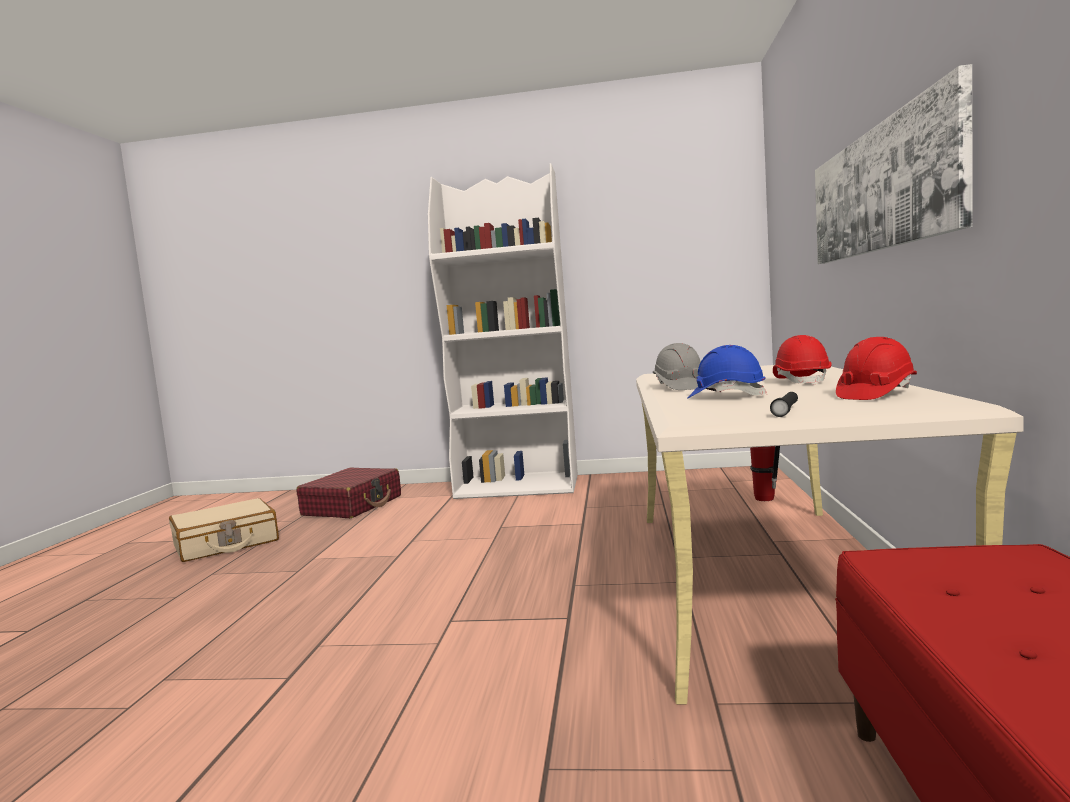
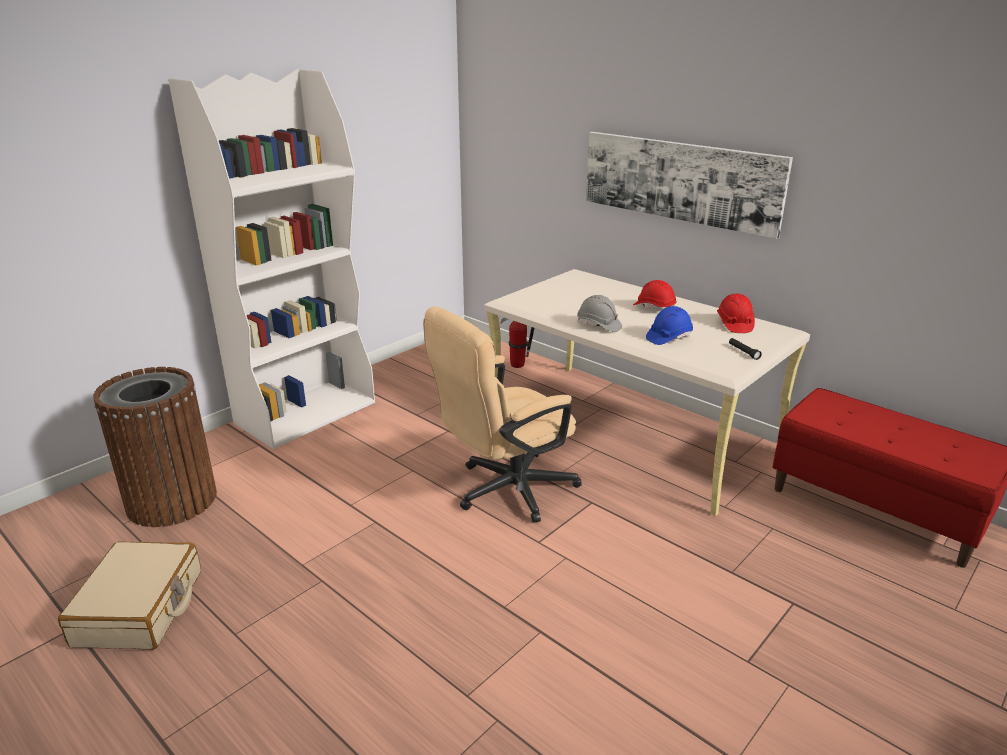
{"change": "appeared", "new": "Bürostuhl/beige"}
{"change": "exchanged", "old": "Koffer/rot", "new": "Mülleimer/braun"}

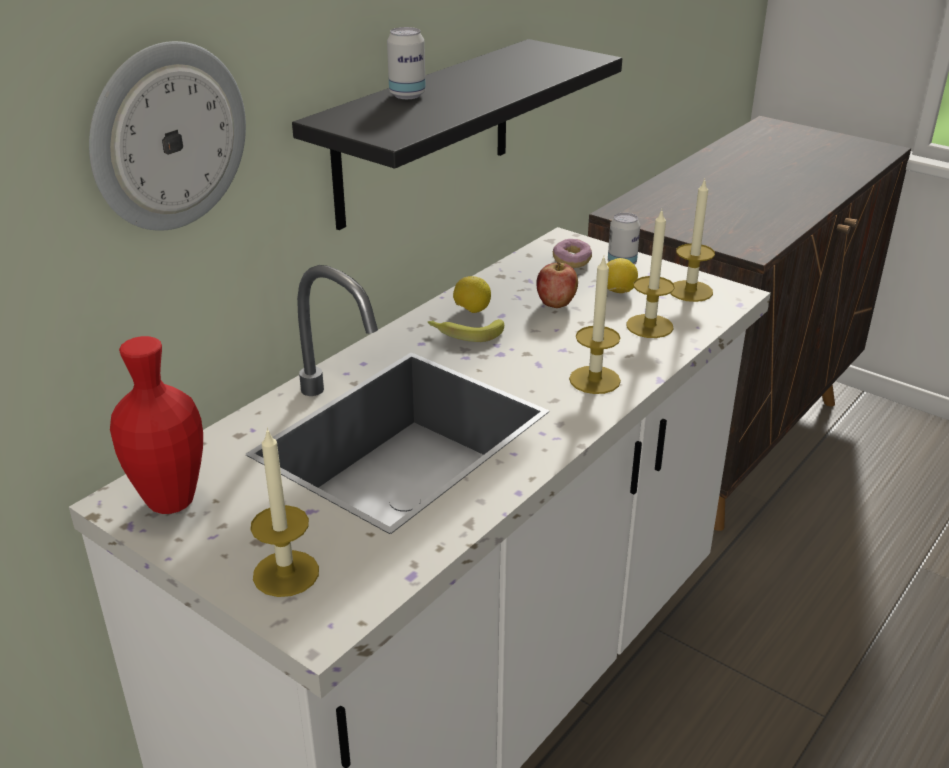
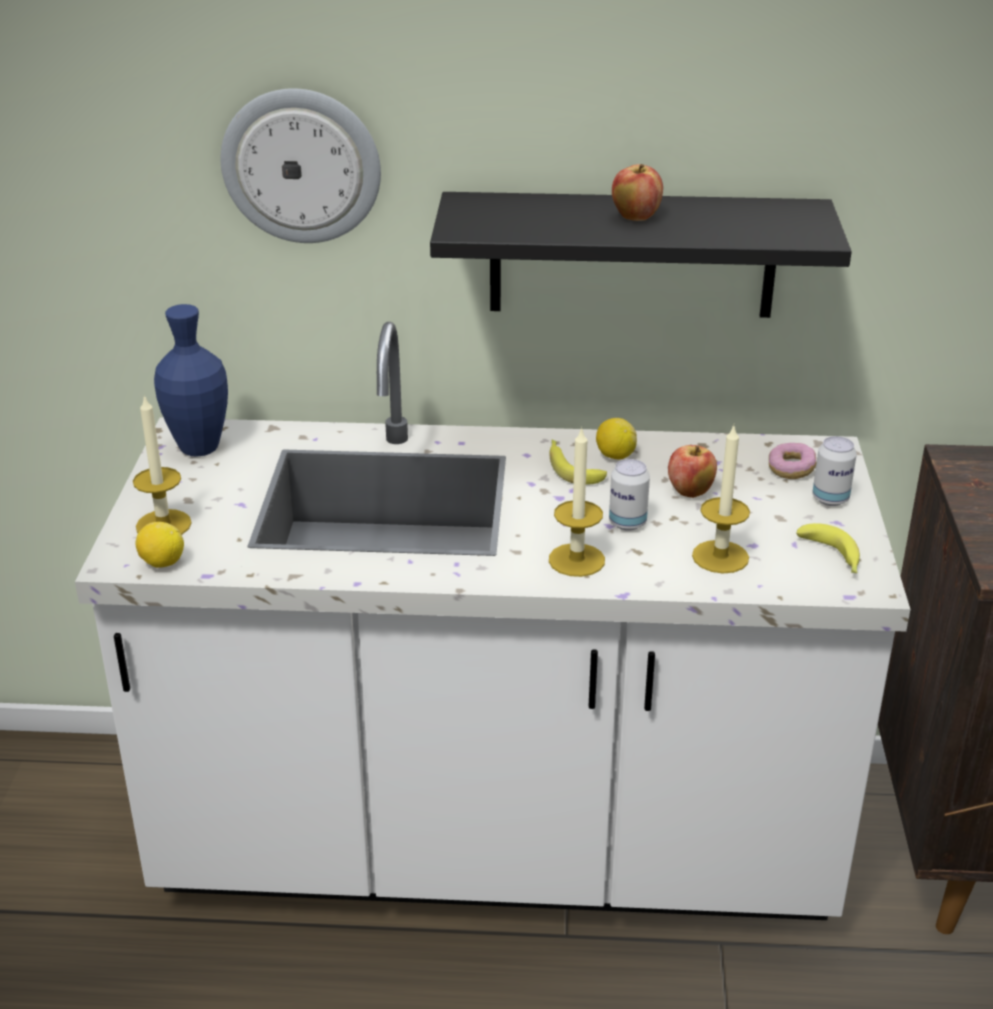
{"change": "appeared", "new": "Apfel (no. 1 from left)"}
{"change": "relocated", "old": "Dose (no. 1 from left)"}
{"change": "relocated", "old": "Zitrone (no. 2 from left in the first image)", "new": "Zitrone (no. 1 from left)"}
{"change": "exchanged", "old": "Kerze (no. 4 from left)", "new": "Banane (no. 2 from left)"}
{"change": "colour", "old": "Vase/rot", "new": "Vase/blau"}

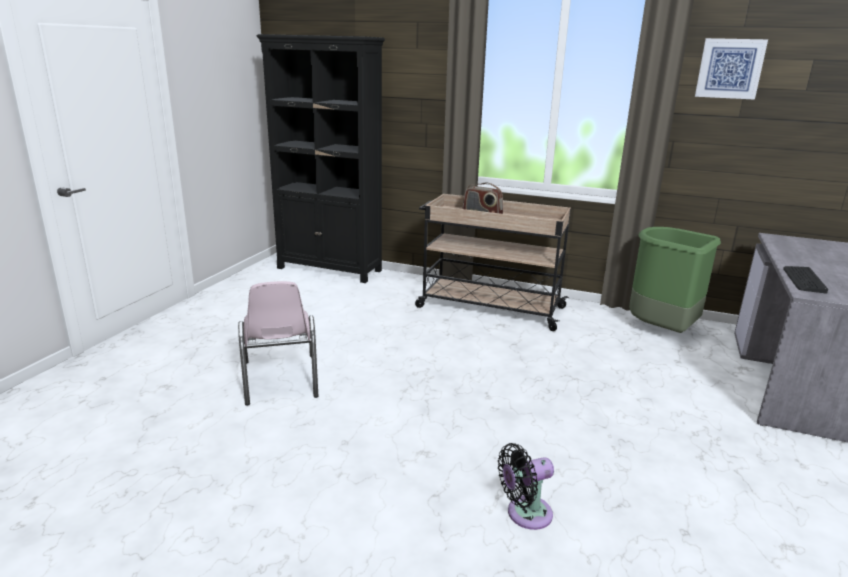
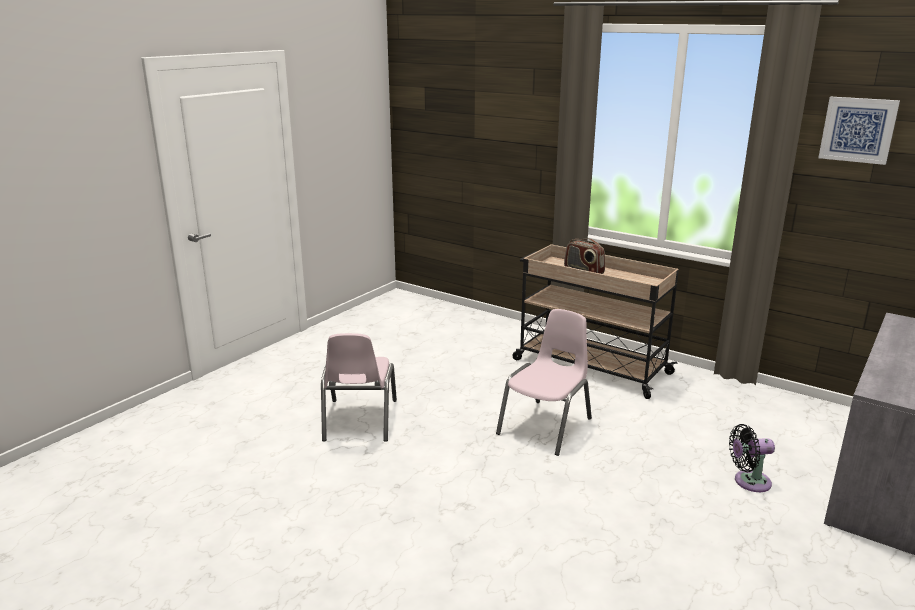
{"change": "missing", "old": "Bücherregal/schwarz"}
{"change": "missing", "old": "Mülleimer/grün"}
{"change": "missing", "old": "Tastatur"}
{"change": "appeared", "new": "Stuhl/rosa (no. 2 from left)"}
{"change": "relocated", "old": "Ventilator/schwarz"}

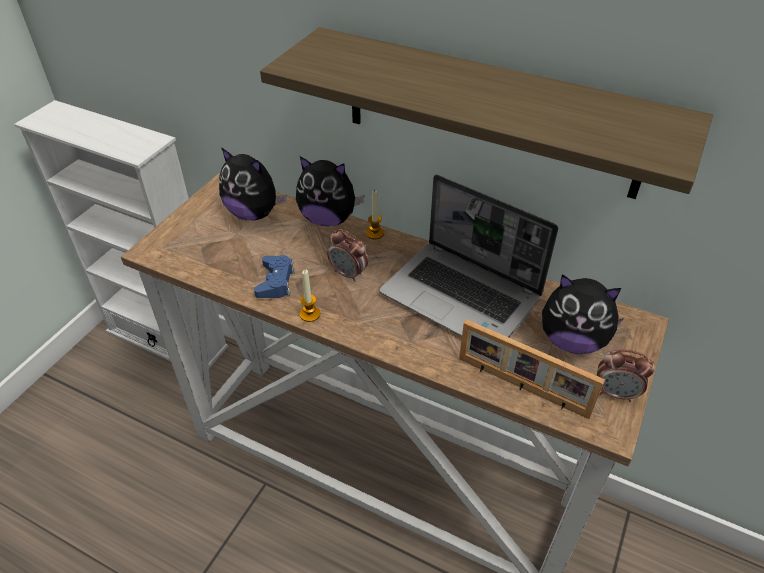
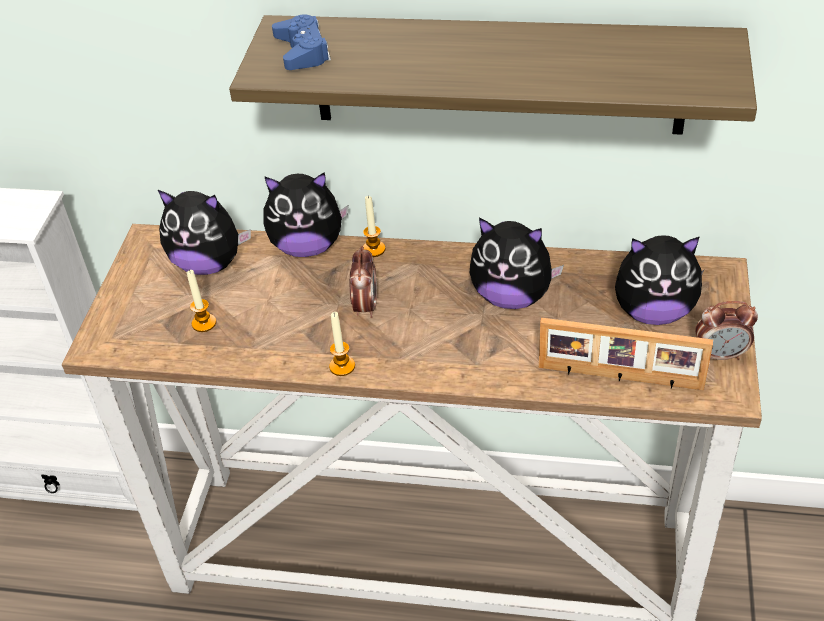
{"change": "appeared", "new": "Kerze (no. 1 from left)"}
{"change": "relocated", "old": "Gamepad/blau"}
{"change": "exchanged", "old": "Laptop", "new": "Plüschtier (no. 3 from left)"}
{"change": "spun", "old": "Wecker (no. 1 from left)", "degrees": -105}

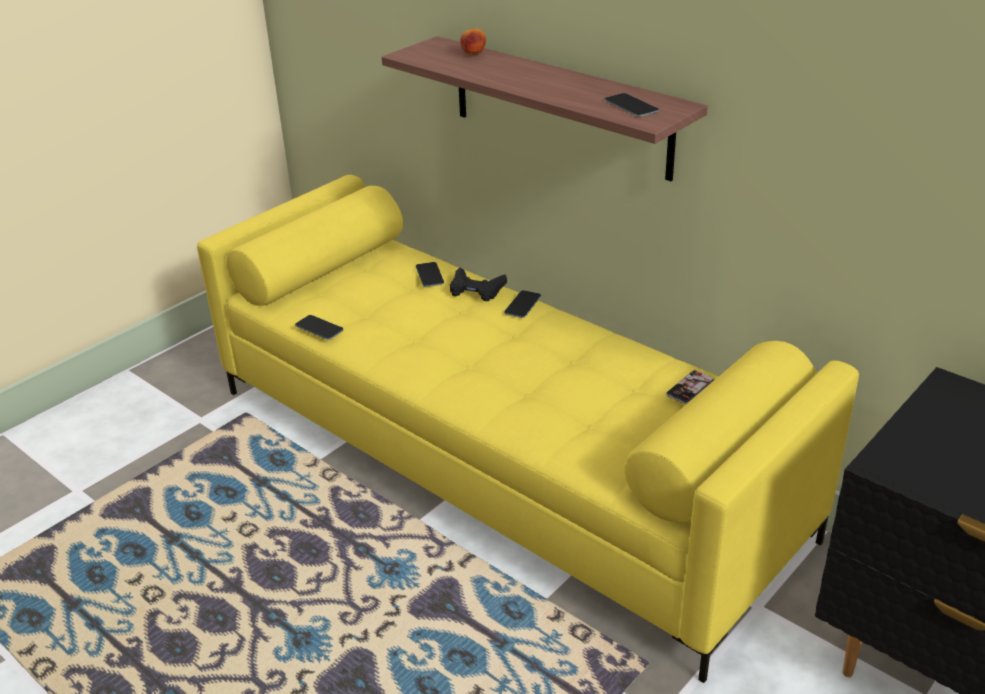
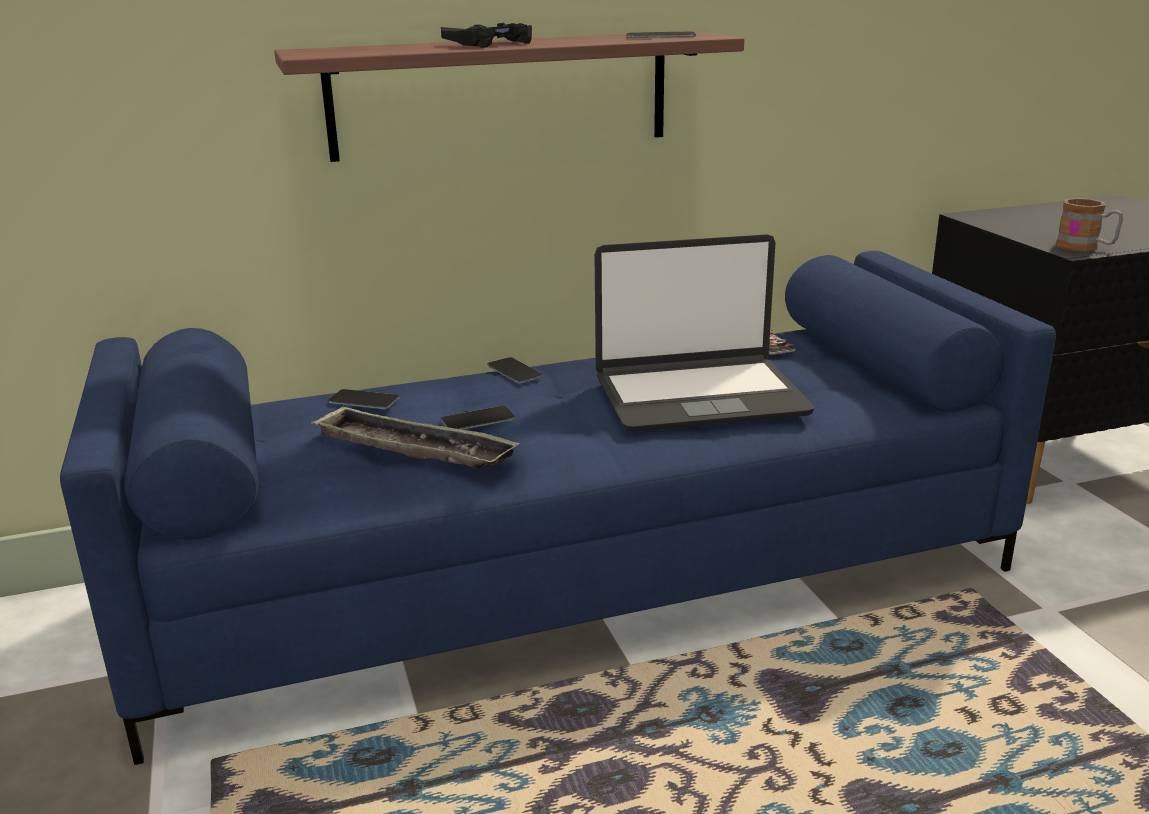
{"change": "missing", "old": "Apfel"}
{"change": "appeared", "new": "Tablett"}
{"change": "appeared", "new": "Laptop"}
{"change": "appeared", "new": "Henkelbecher"}
{"change": "relocated", "old": "Handy (no. 1 from left in the first image)", "new": "Handy (no. 2 from left)"}
{"change": "relocated", "old": "Gamepad/schwarz"}
{"change": "colour", "old": "Sofa/gelb", "new": "Sofa/blau"}

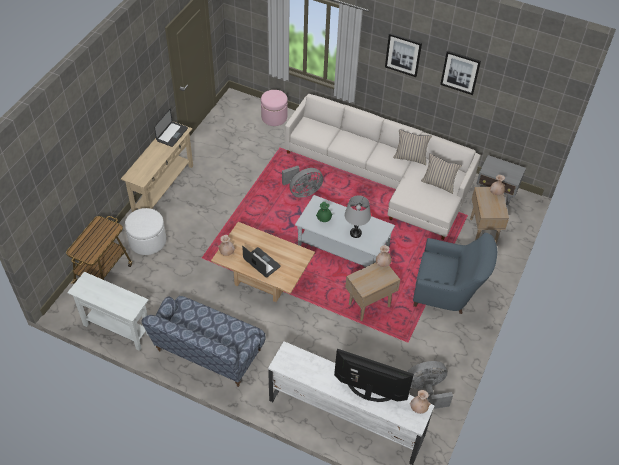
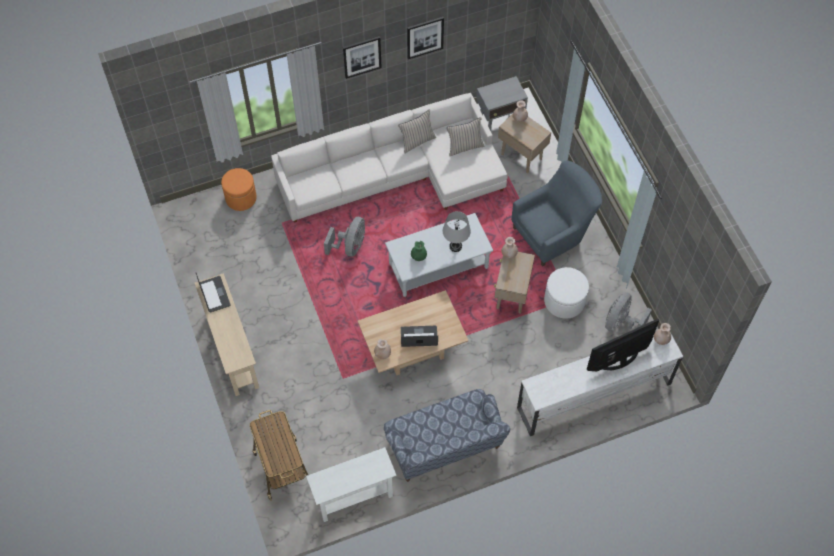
{"change": "relocated", "old": "Polsterhocker/weiß"}
{"change": "colour", "old": "Polsterhocker/rosa", "new": "Polsterhocker/orange"}

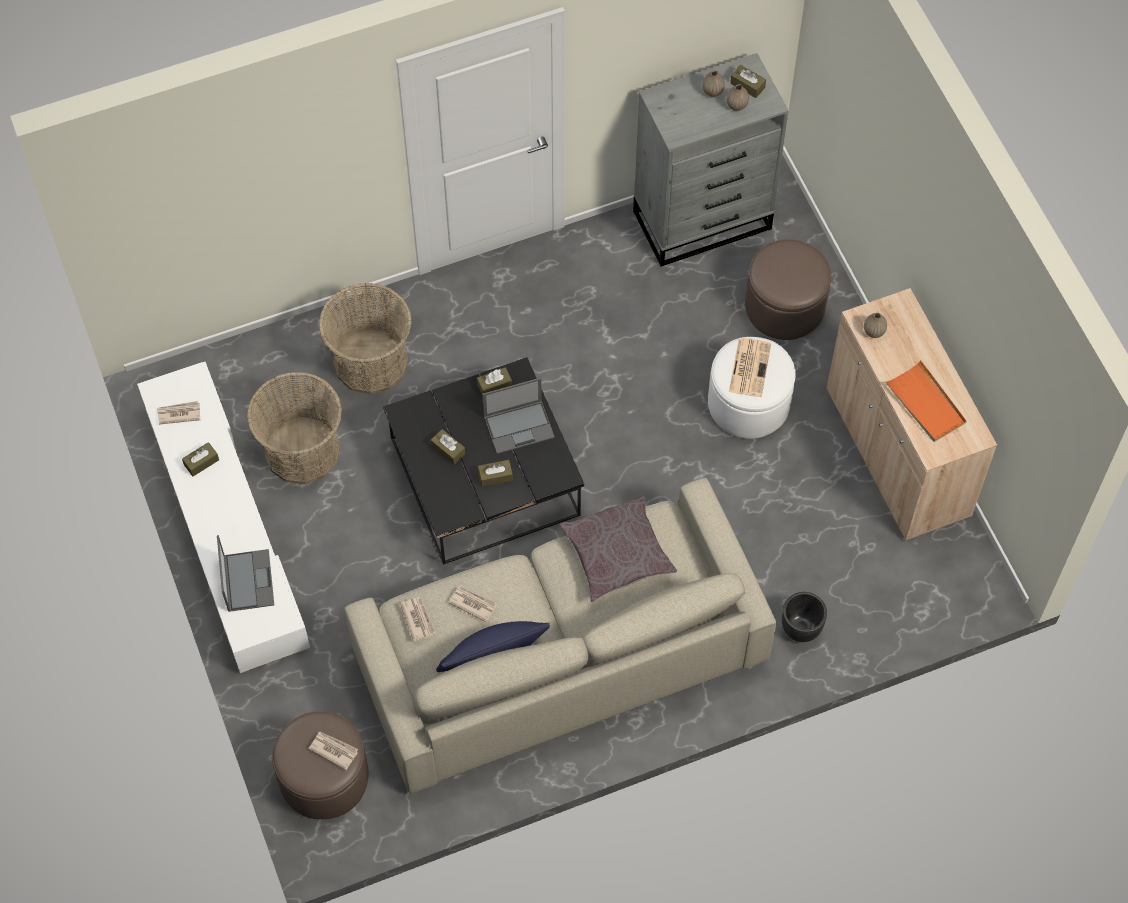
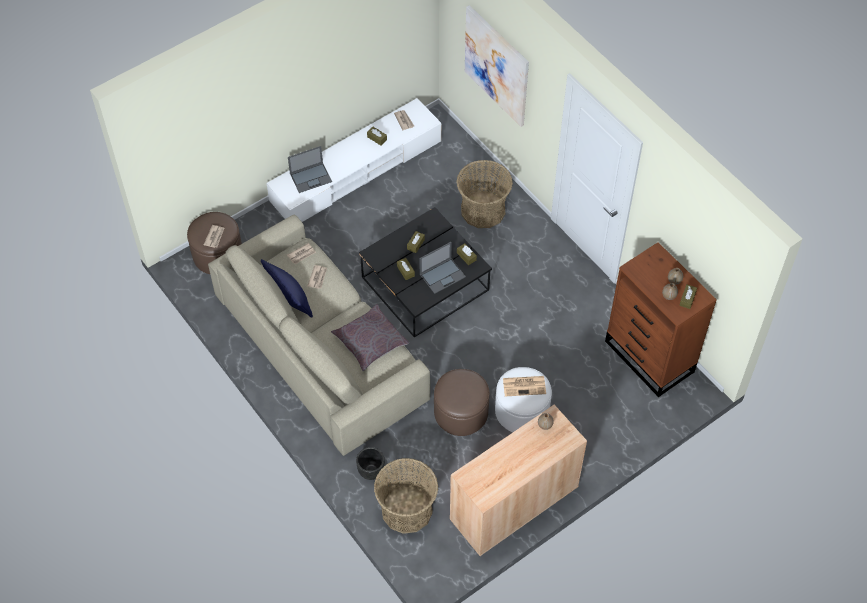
{"change": "missing", "old": "Tablett/orange"}
{"change": "appeared", "new": "Bild"}
{"change": "relocated", "old": "Korb (no. 1 from left)"}
{"change": "relocated", "old": "Polsterhocker/braun (no. 2 from left)"}
{"change": "colour", "old": "Kommode/grau", "new": "Kommode/braun"}
{"change": "spun", "old": "Laptop (no. 2 from left)", "degrees": -90}

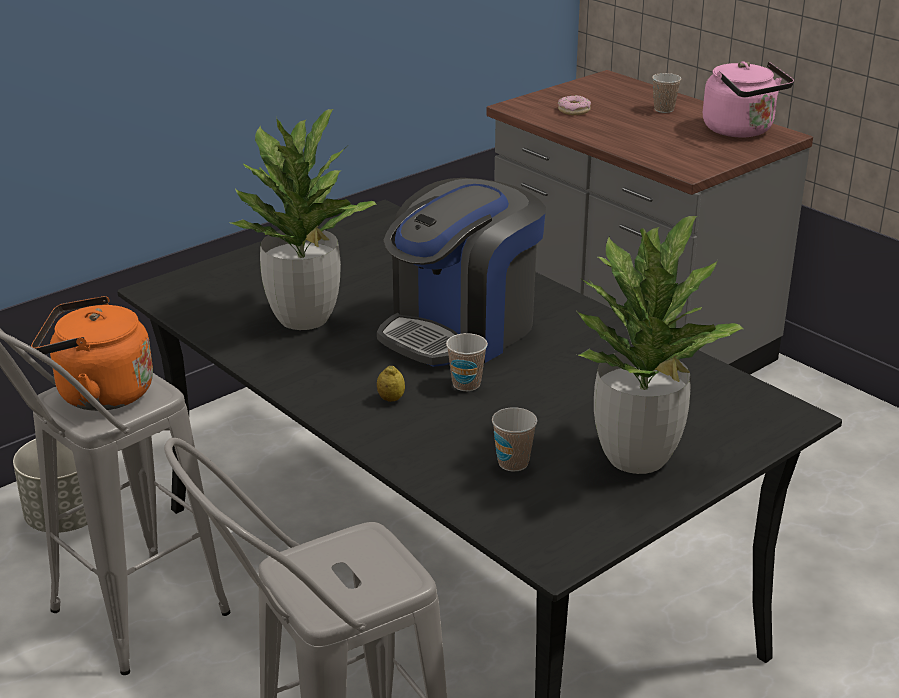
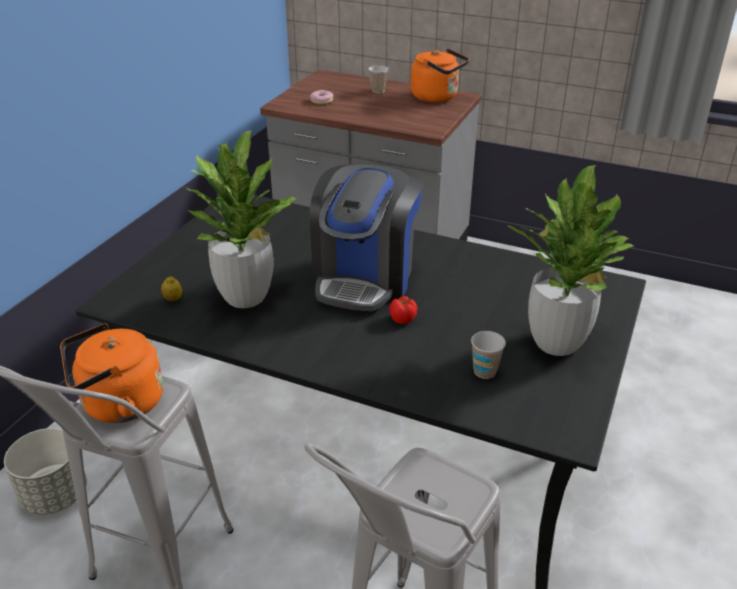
{"change": "relocated", "old": "Zitrone"}
{"change": "exchanged", "old": "Tasse (no. 1 from left)", "new": "Tomate"}
{"change": "colour", "old": "Wasserkessel/rosa", "new": "Wasserkessel/orange (no. 2 from left)"}

